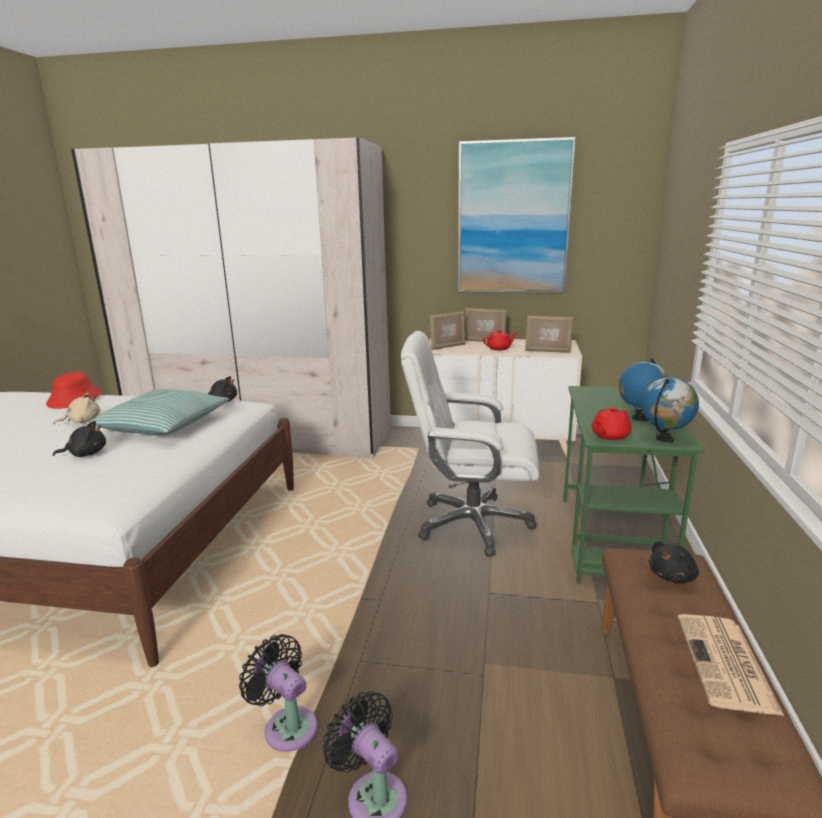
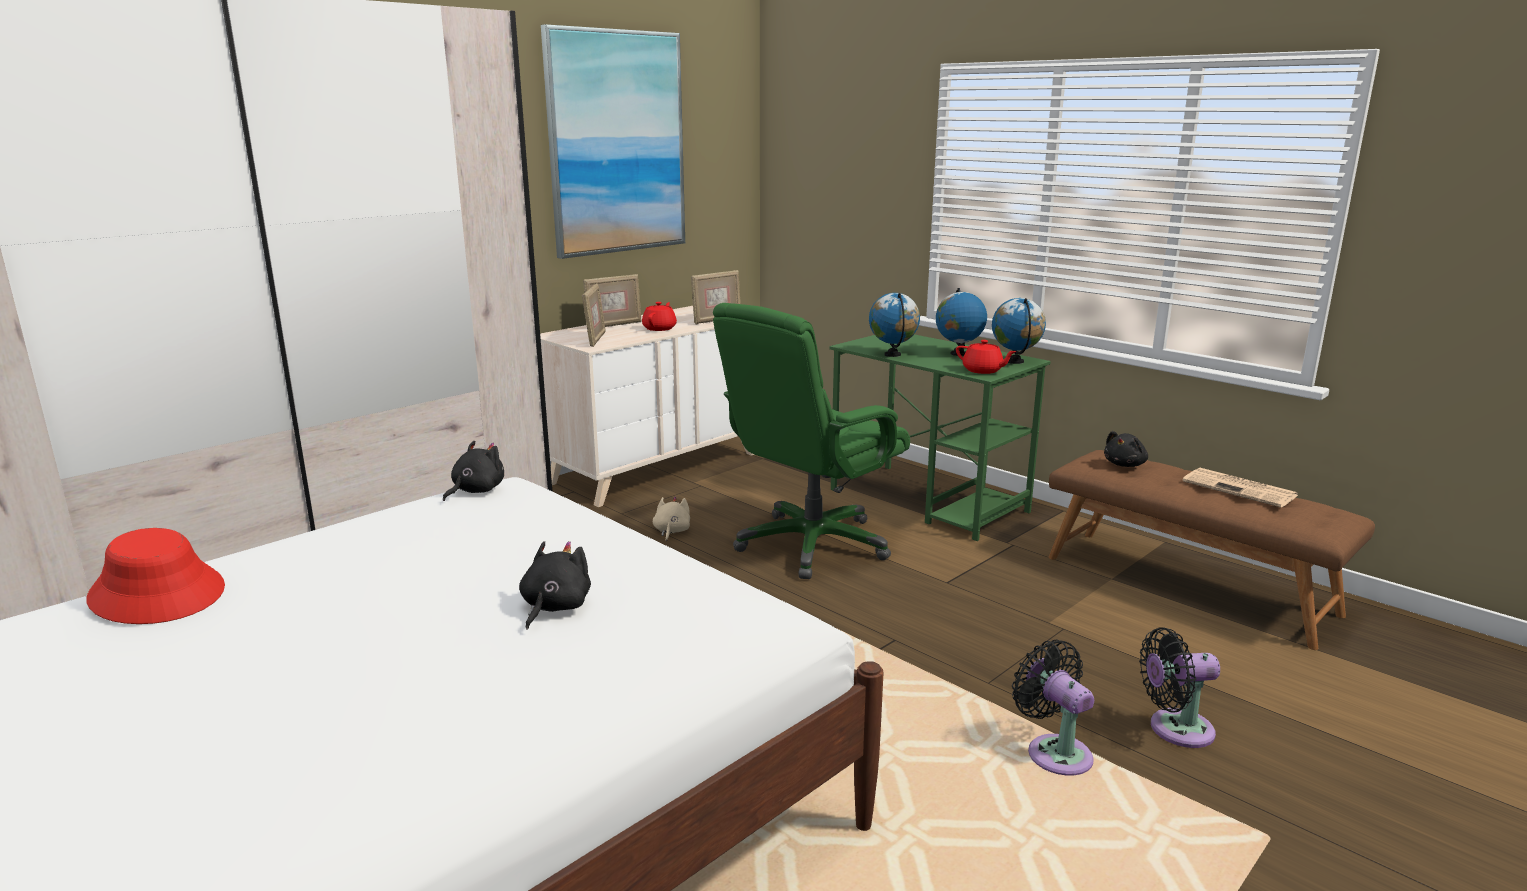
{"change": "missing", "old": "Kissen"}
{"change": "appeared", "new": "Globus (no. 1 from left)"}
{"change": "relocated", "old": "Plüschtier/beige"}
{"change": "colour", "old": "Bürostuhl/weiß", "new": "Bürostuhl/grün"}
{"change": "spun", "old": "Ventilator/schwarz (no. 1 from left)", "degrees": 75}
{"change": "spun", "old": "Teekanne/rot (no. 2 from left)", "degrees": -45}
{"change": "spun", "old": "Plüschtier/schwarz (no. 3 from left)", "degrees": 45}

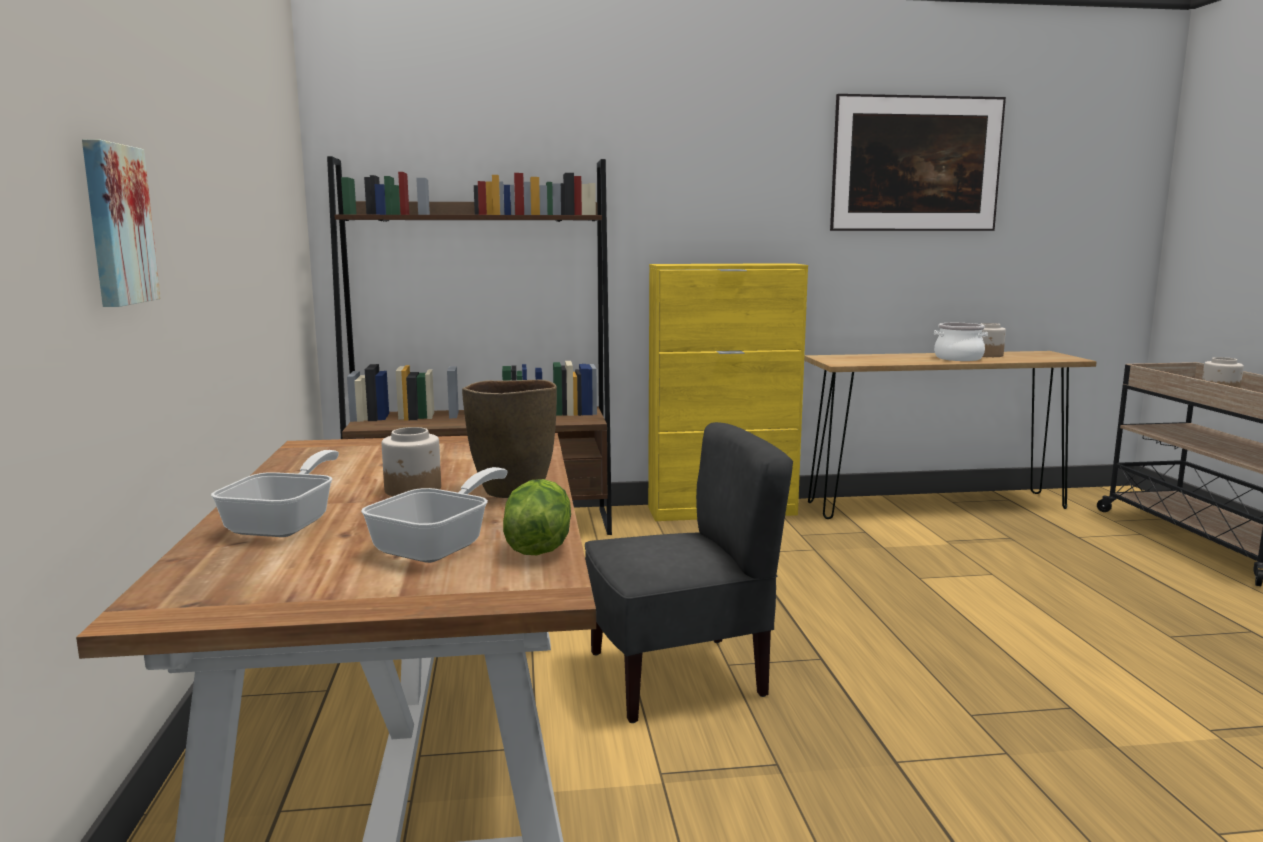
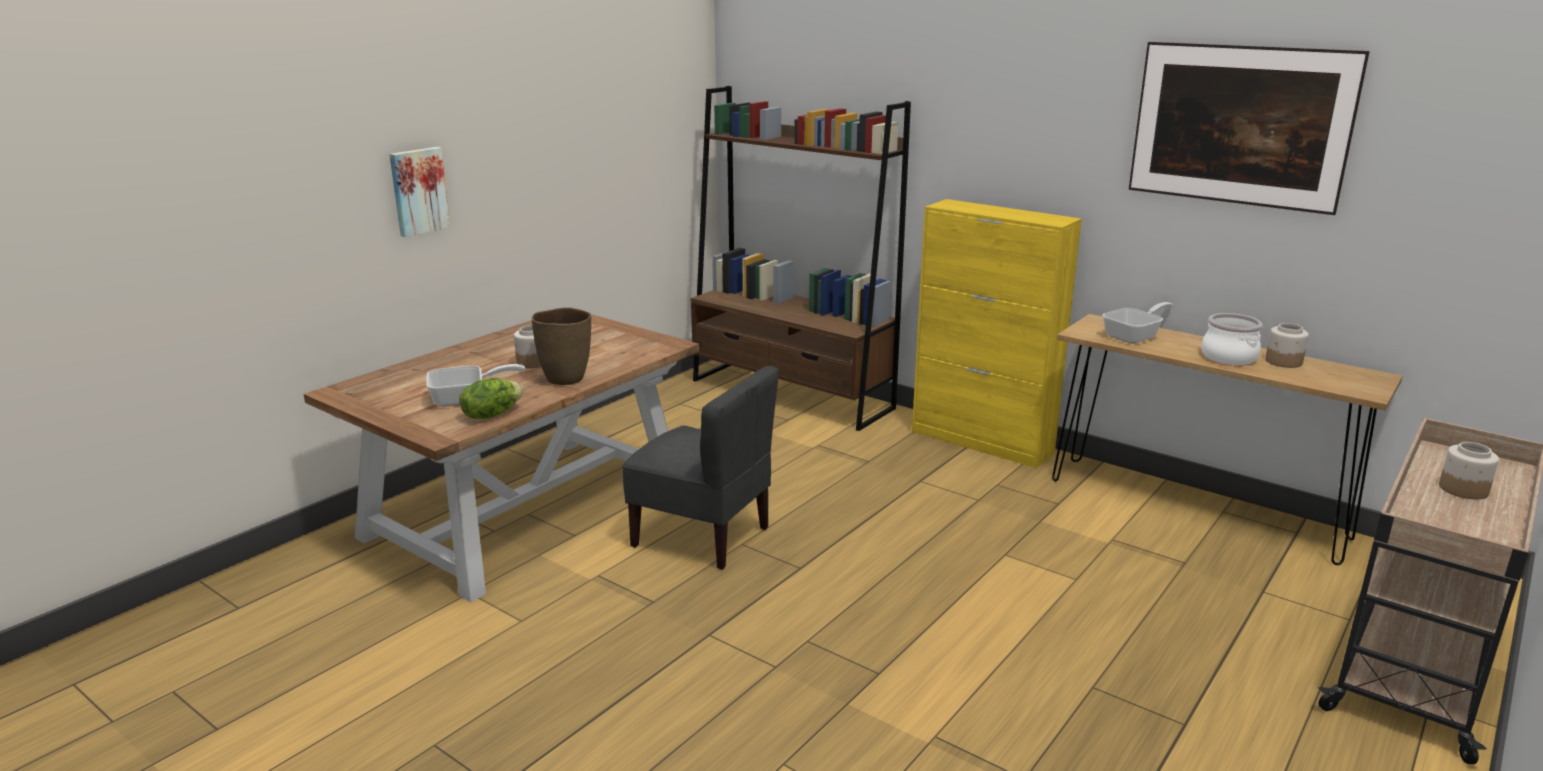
{"change": "relocated", "old": "Pfanne (no. 1 from left in the first image)", "new": "Pfanne (no. 2 from left)"}

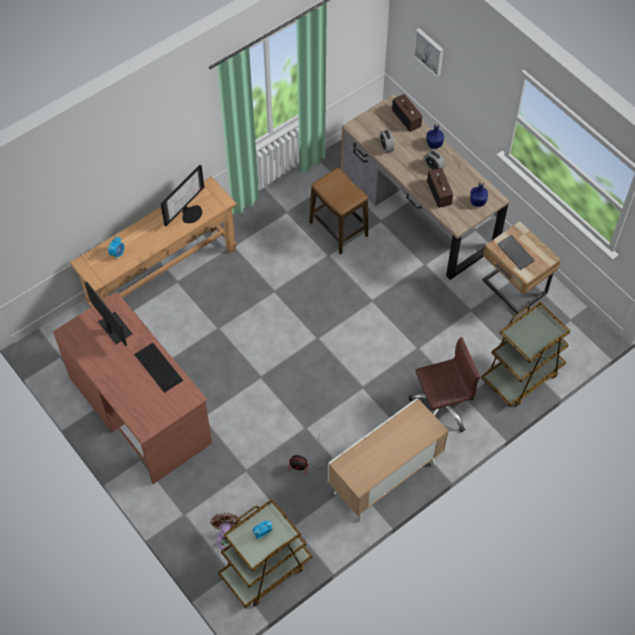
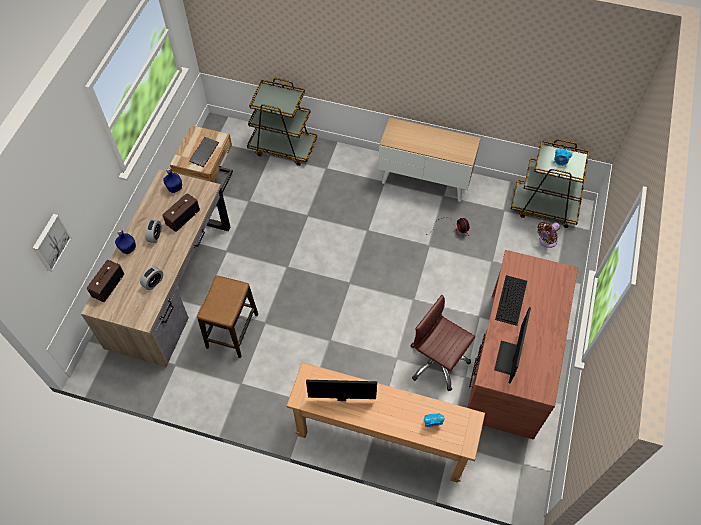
{"change": "relocated", "old": "Bürostuhl/braun"}

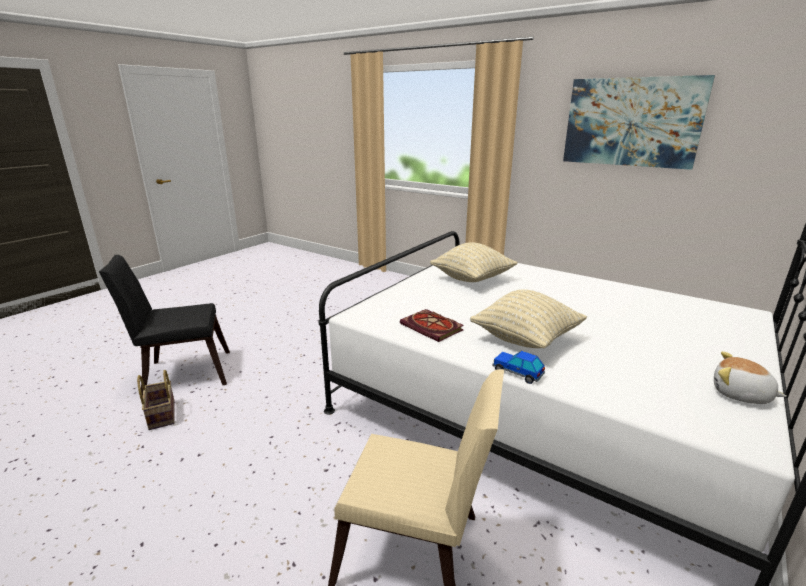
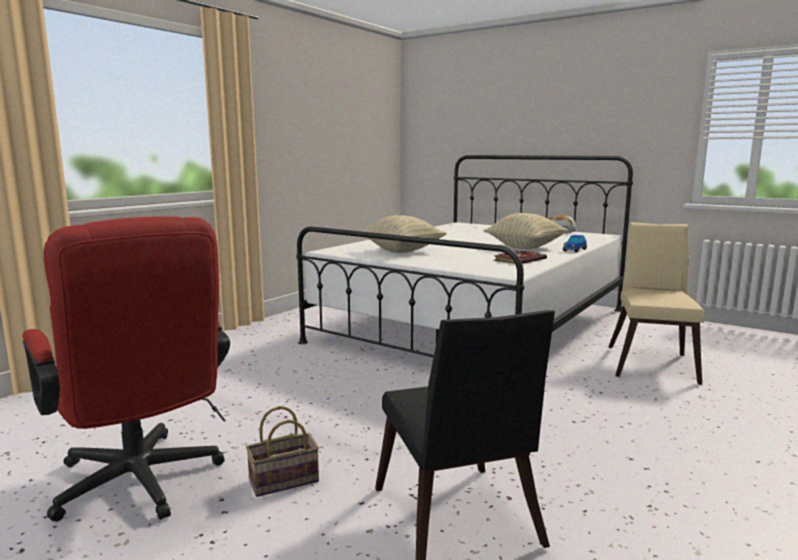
{"change": "missing", "old": "Bild"}
{"change": "appeared", "new": "Bürostuhl/rot"}
{"change": "relocated", "old": "Korb"}

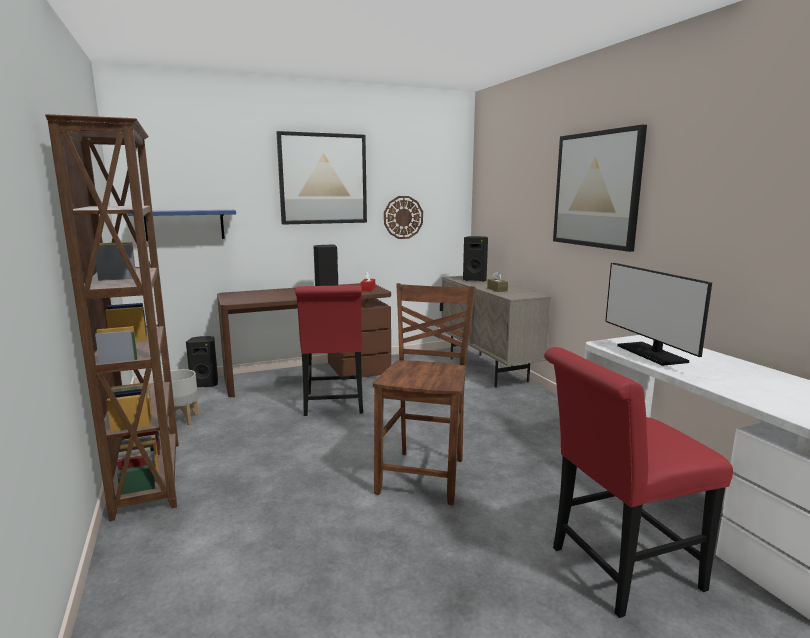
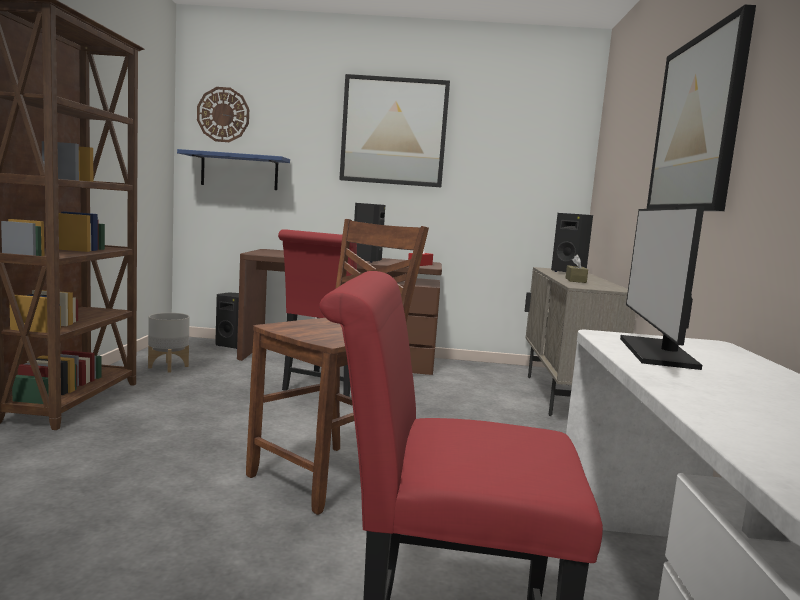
{"change": "relocated", "old": "Wanduhr"}

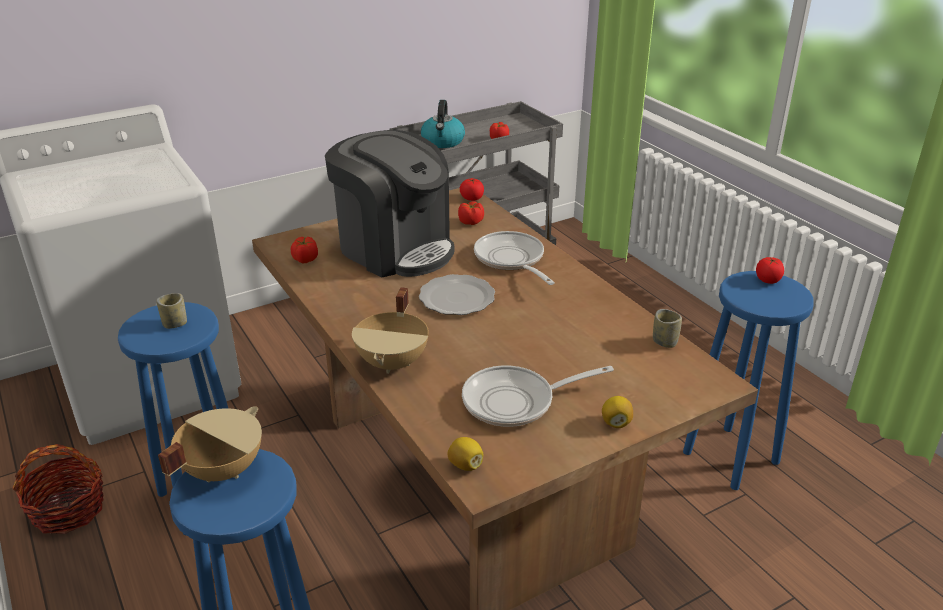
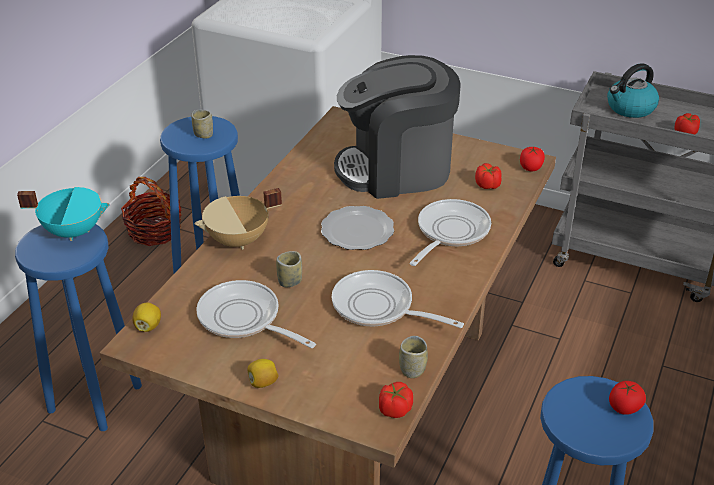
{"change": "appeared", "new": "Tasse (no. 2 from left)"}
{"change": "appeared", "new": "Pfanne (no. 2 from left)"}
{"change": "relocated", "old": "Tomate (no. 1 from left)"}
{"change": "colour", "old": "Kochtopf/beige (no. 1 from left)", "new": "Kochtopf/türkis"}
{"change": "spun", "old": "Kaffeemaschine", "degrees": 75}

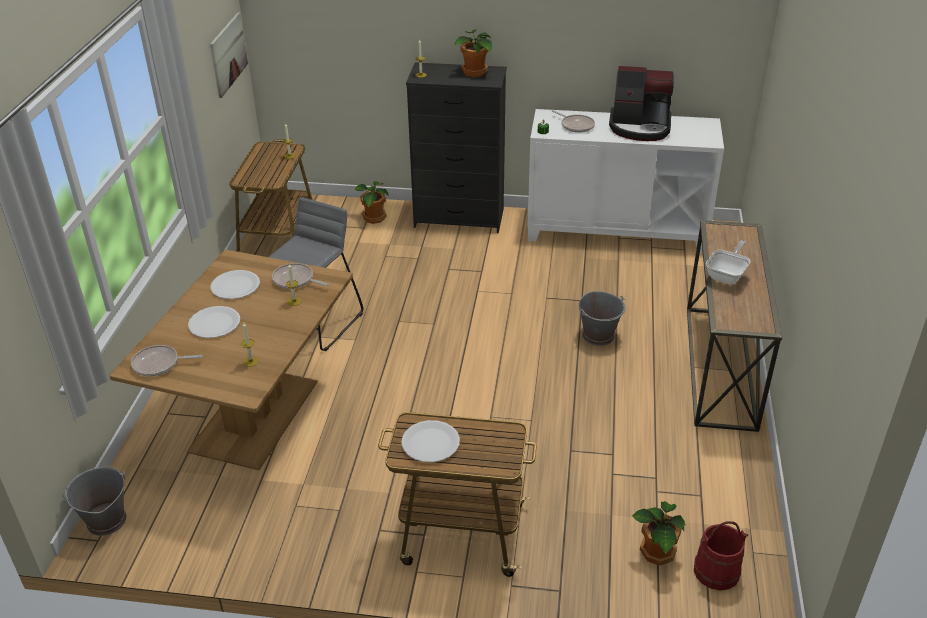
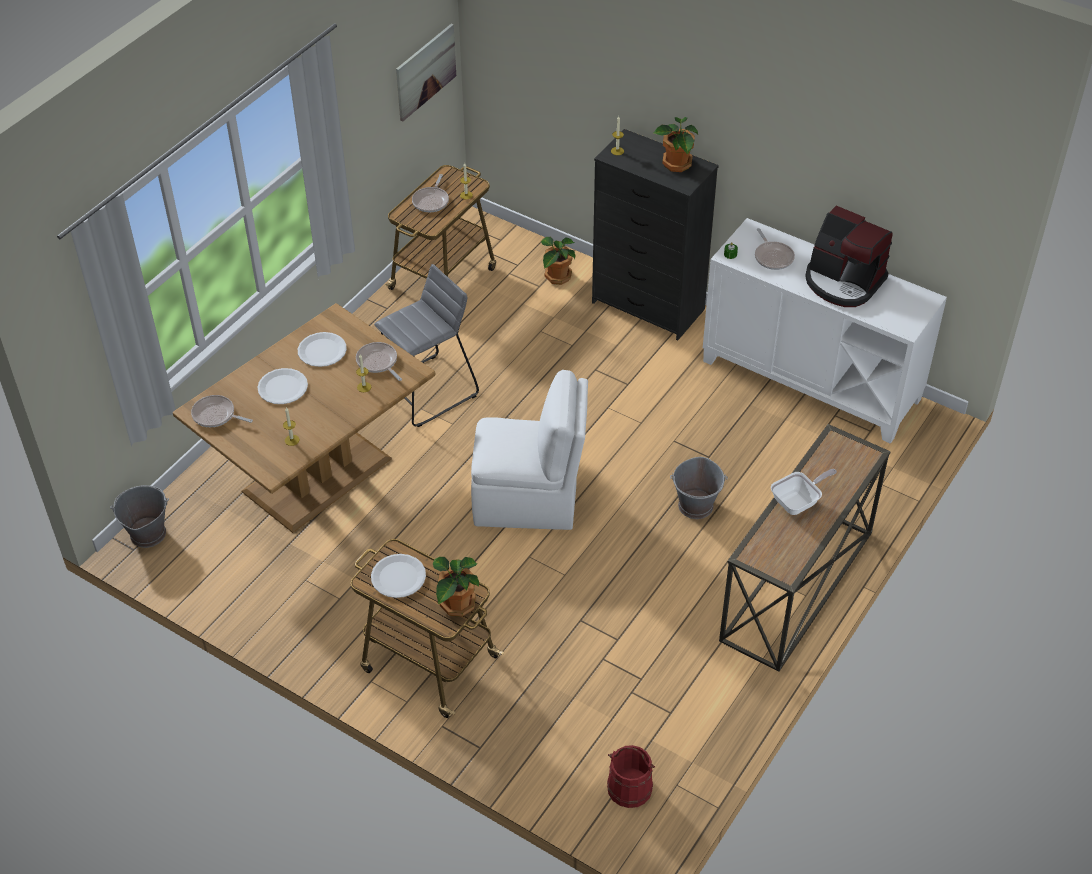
{"change": "appeared", "new": "Pfanne (no. 3 from left)"}
{"change": "appeared", "new": "Stuhl/weiß"}
{"change": "relocated", "old": "Topfpflanze (no. 3 from left in the first image)", "new": "Topfpflanze (no. 1 from left)"}

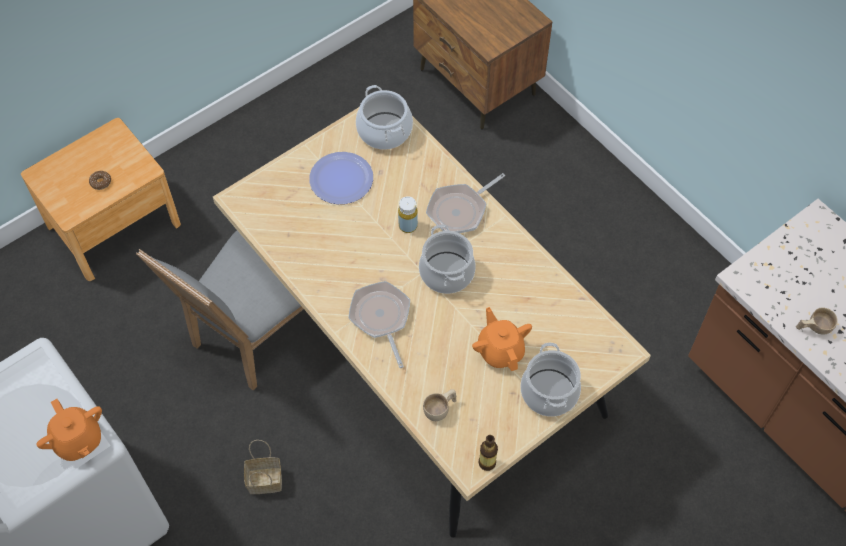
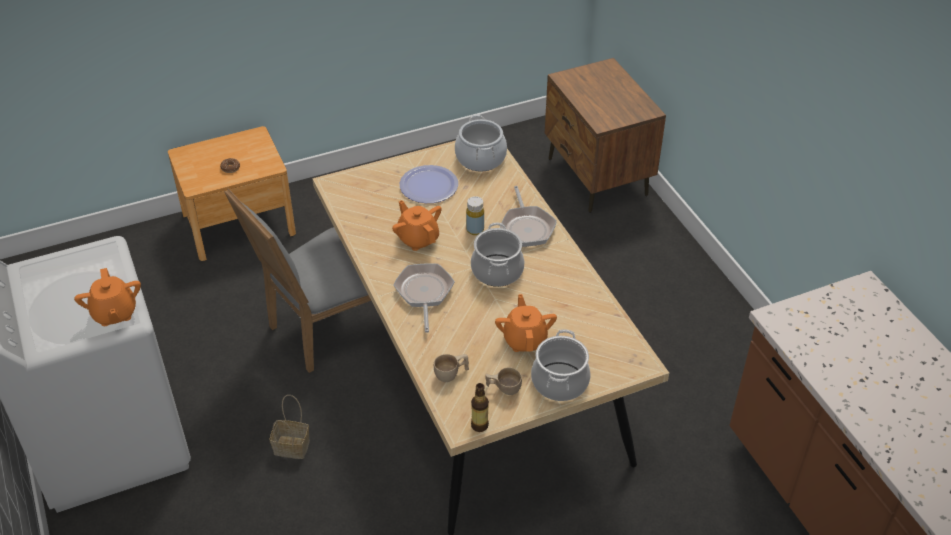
{"change": "appeared", "new": "Teekanne/orange (no. 2 from left)"}
{"change": "relocated", "old": "Tasse/beige (no. 2 from left)"}
{"change": "spun", "old": "Pfanne (no. 2 from left)", "degrees": -75}

